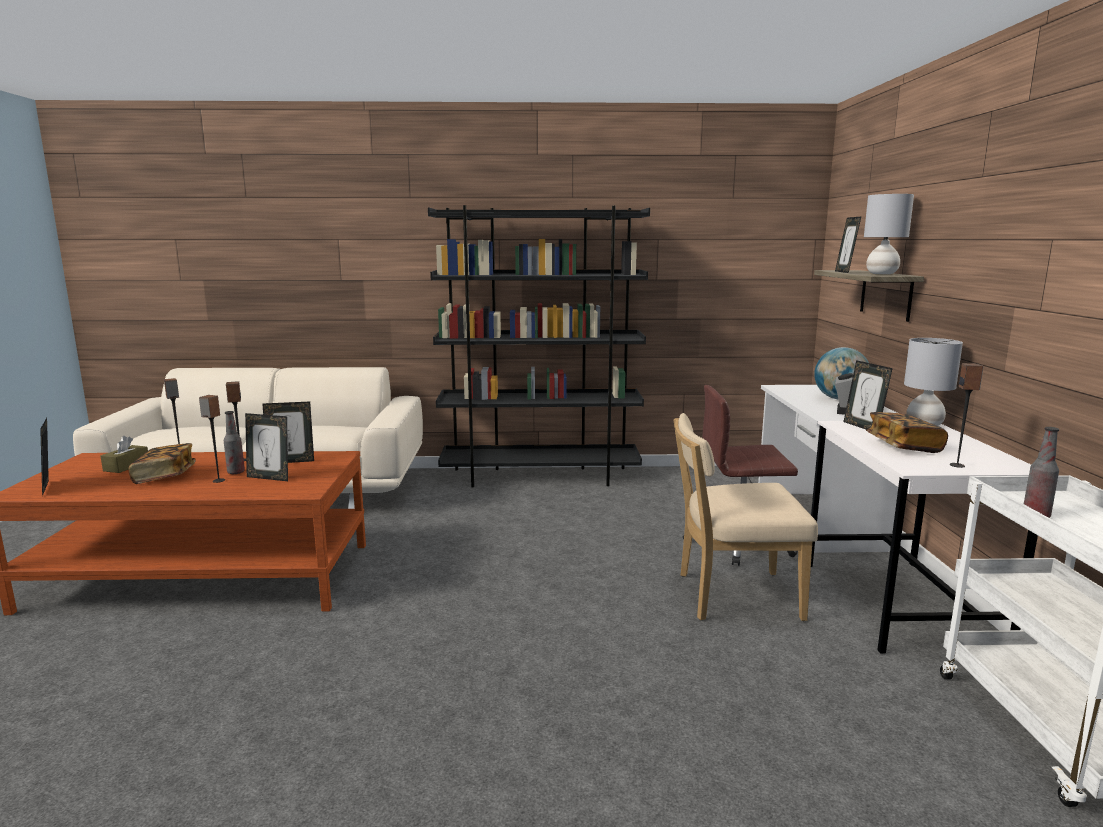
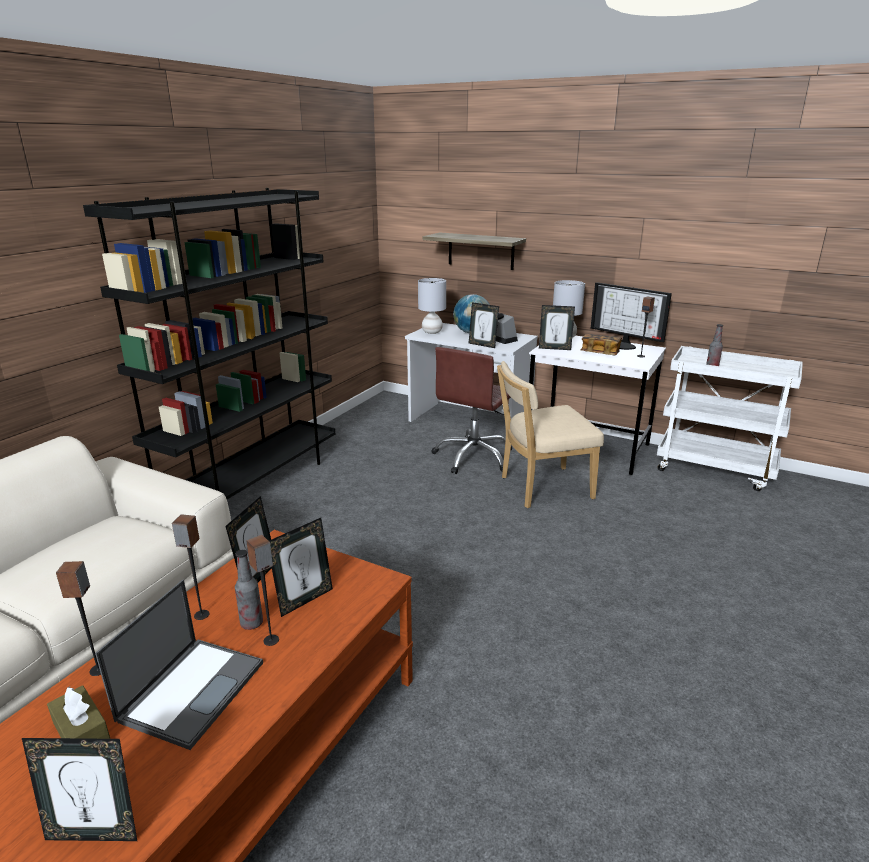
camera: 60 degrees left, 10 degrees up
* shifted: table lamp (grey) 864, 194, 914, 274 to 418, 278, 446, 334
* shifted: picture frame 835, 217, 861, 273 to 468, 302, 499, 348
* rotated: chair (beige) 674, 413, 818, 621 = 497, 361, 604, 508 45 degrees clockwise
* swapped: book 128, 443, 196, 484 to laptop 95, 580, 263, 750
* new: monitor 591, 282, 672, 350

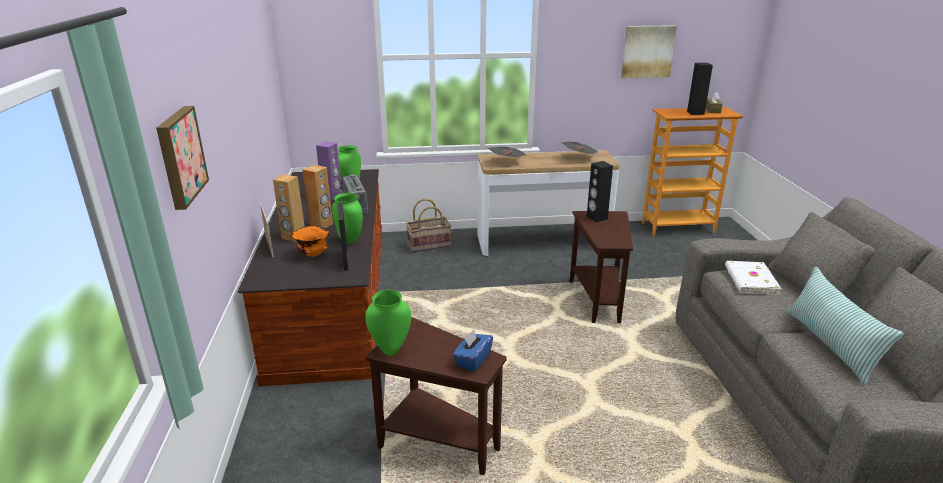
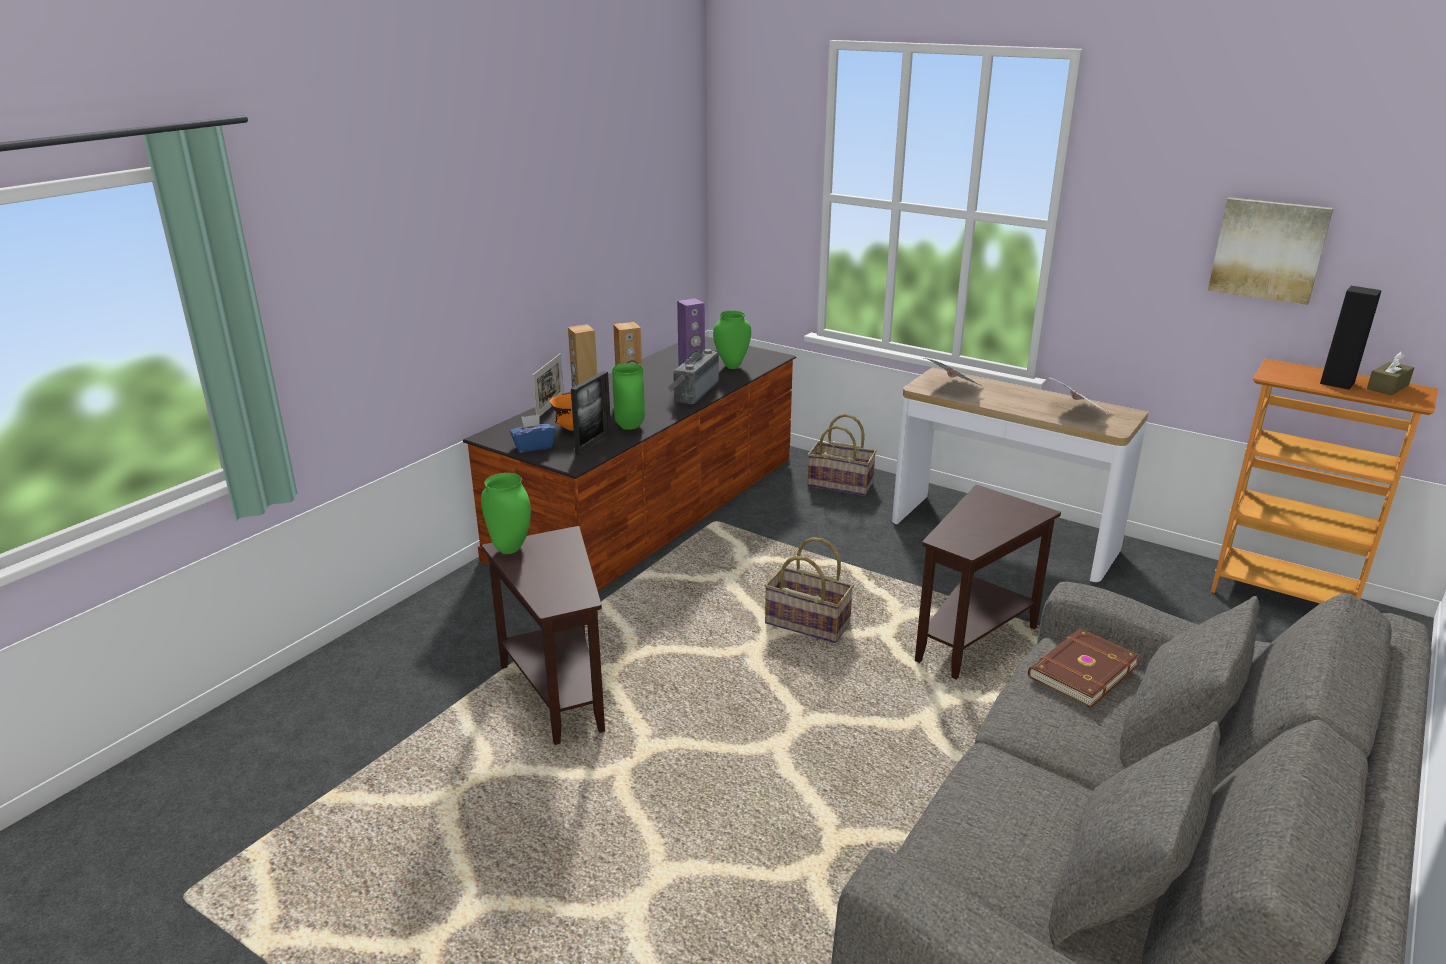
camera: 40 degrees right, 0 degrees up
* gone: picture 156, 106, 209, 210
* gone: speaker (black) 587, 161, 613, 222
* repainted: book (white) 725, 261, 782, 295 to book (brown) 1028, 628, 1140, 708
* gone: pillow 786, 267, 904, 385
* shifted: tissue box (blue) 453, 329, 493, 372 to 510, 414, 555, 453
* new: basket 764, 537, 854, 643

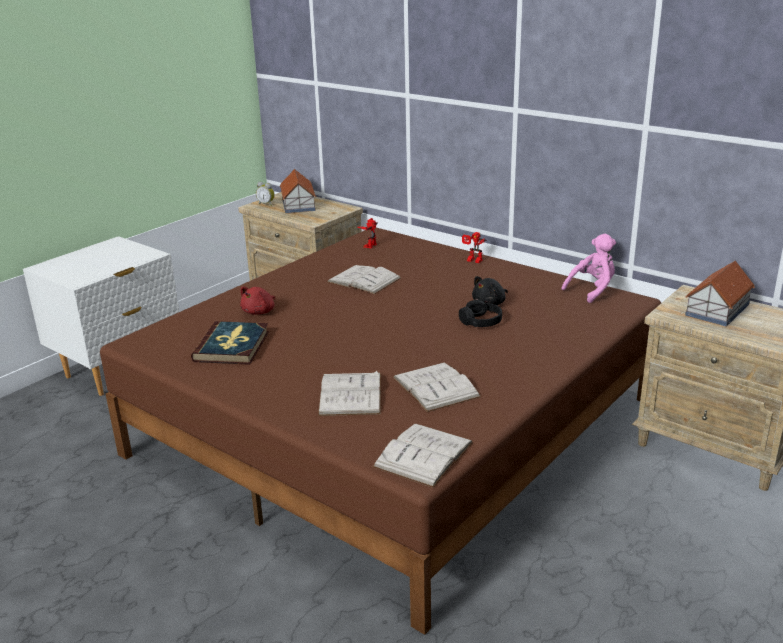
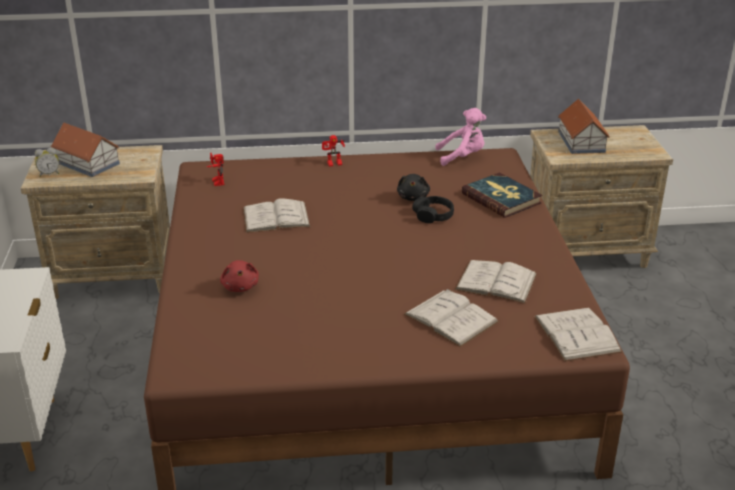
camera: 45 degrees left, 5 degrees up
* rotated: plush toy (pink) 562, 234, 616, 303 = 435, 108, 486, 166 75 degrees clockwise
* shifted: book 191, 321, 269, 365 to 461, 172, 542, 218

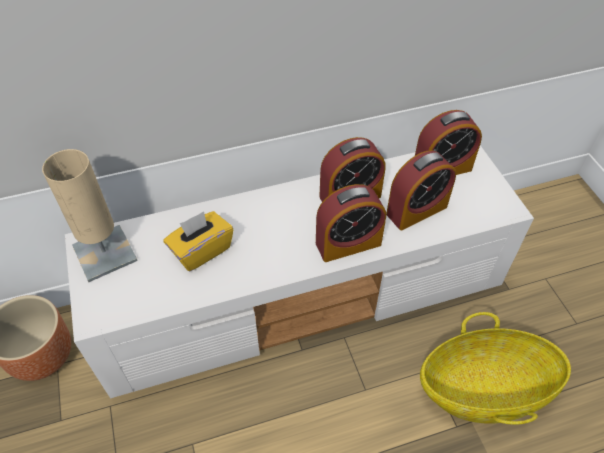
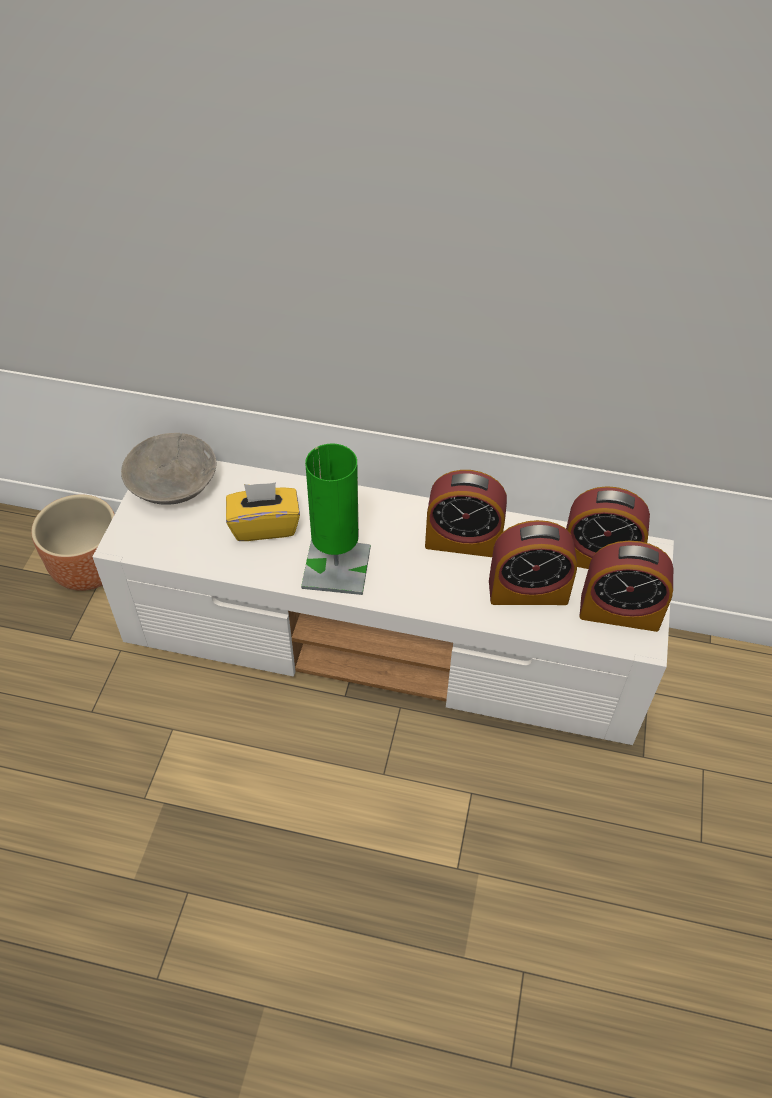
camera: 30 degrees right, 0 degrees up
* swapped: table lamp (beige) 42, 149, 138, 282 to bowl (grey) 121, 433, 216, 505
* shifted: alarm clock 316, 184, 386, 262 to 579, 541, 673, 632
* gone: basket 420, 312, 571, 425
* new: table lamp (green) 301, 444, 371, 595

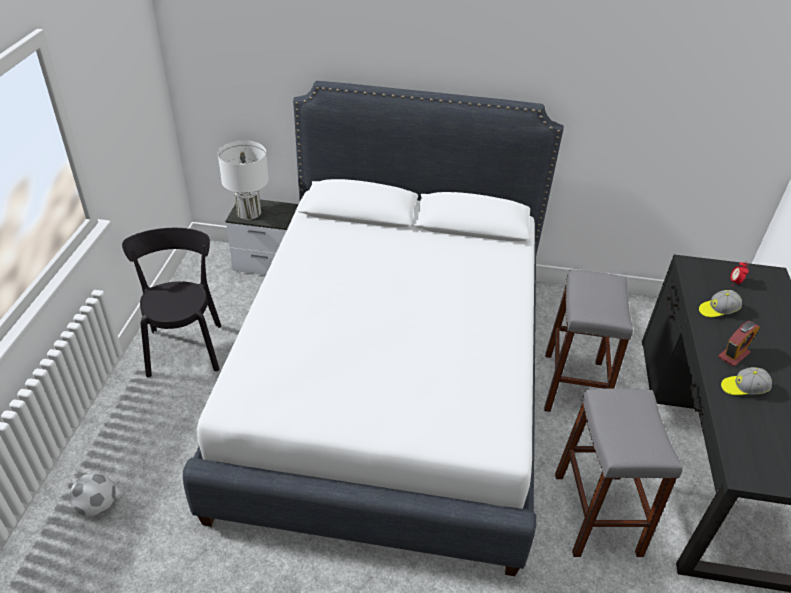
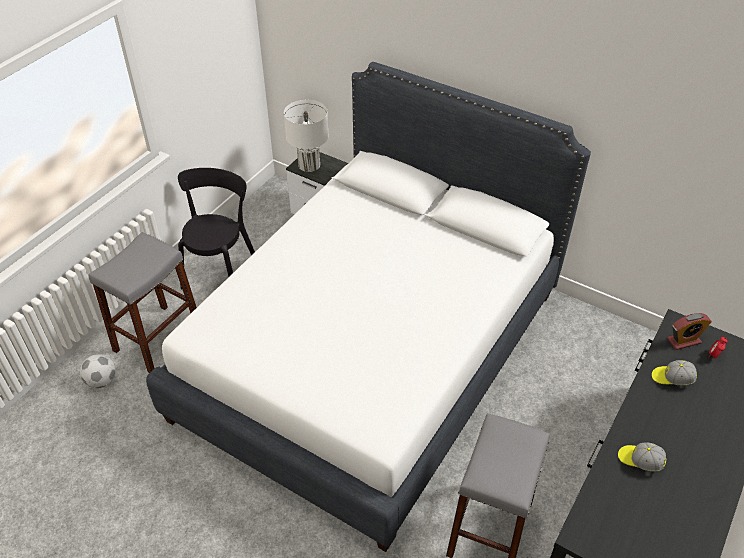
camera: 25 degrees right, 5 degrees up
* shifted: stool (grey) 544, 269, 633, 412 to 88, 232, 197, 373
* shifted: alarm clock 718, 321, 760, 367 to 667, 313, 712, 350

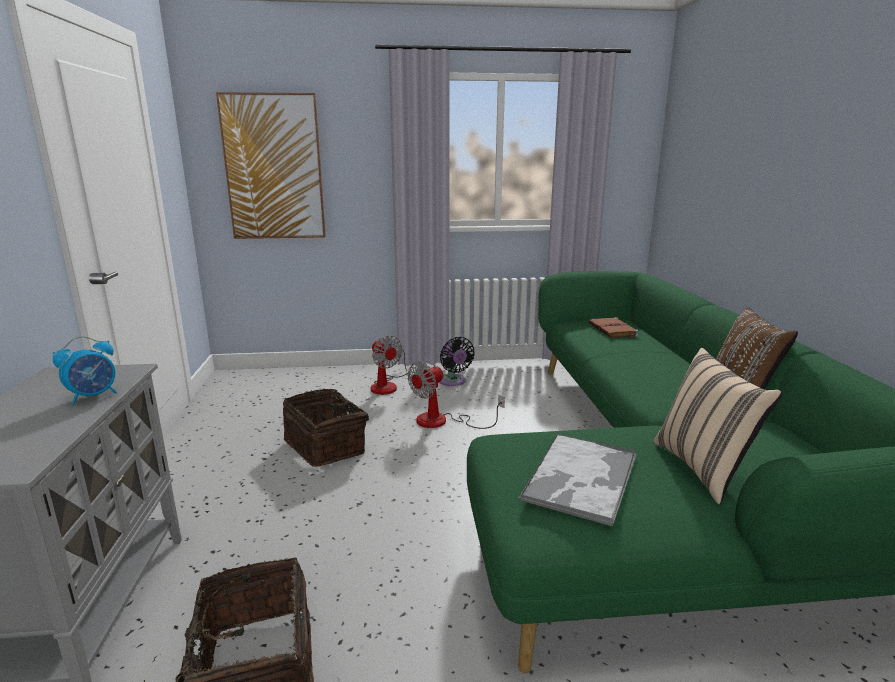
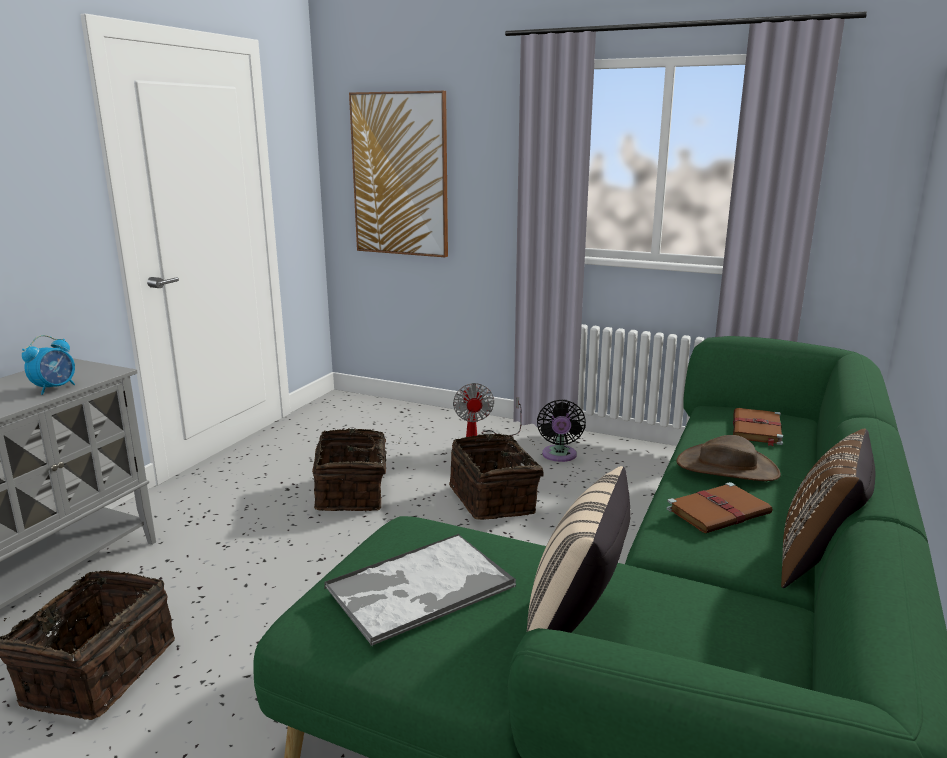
camera: 30 degrees right, 0 degrees up
* rotated: alarm clock 53, 336, 117, 405 = 22, 335, 75, 395 45 degrees counterclockwise
* swapped: fan 407, 361, 505, 429 to basket 449, 434, 544, 520
* new: hat (brown) 676, 435, 781, 481
* new: book (brown) 667, 482, 773, 533

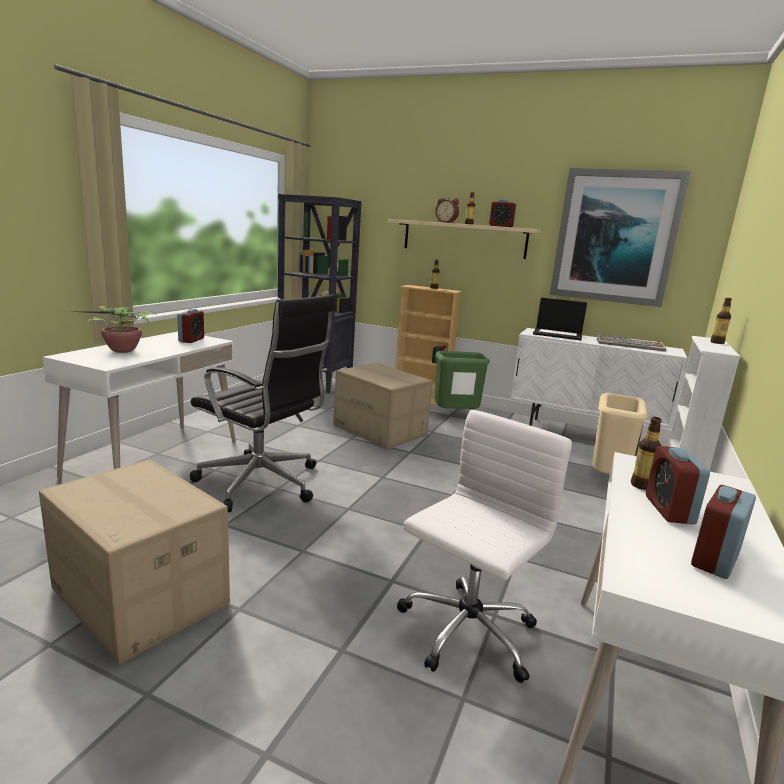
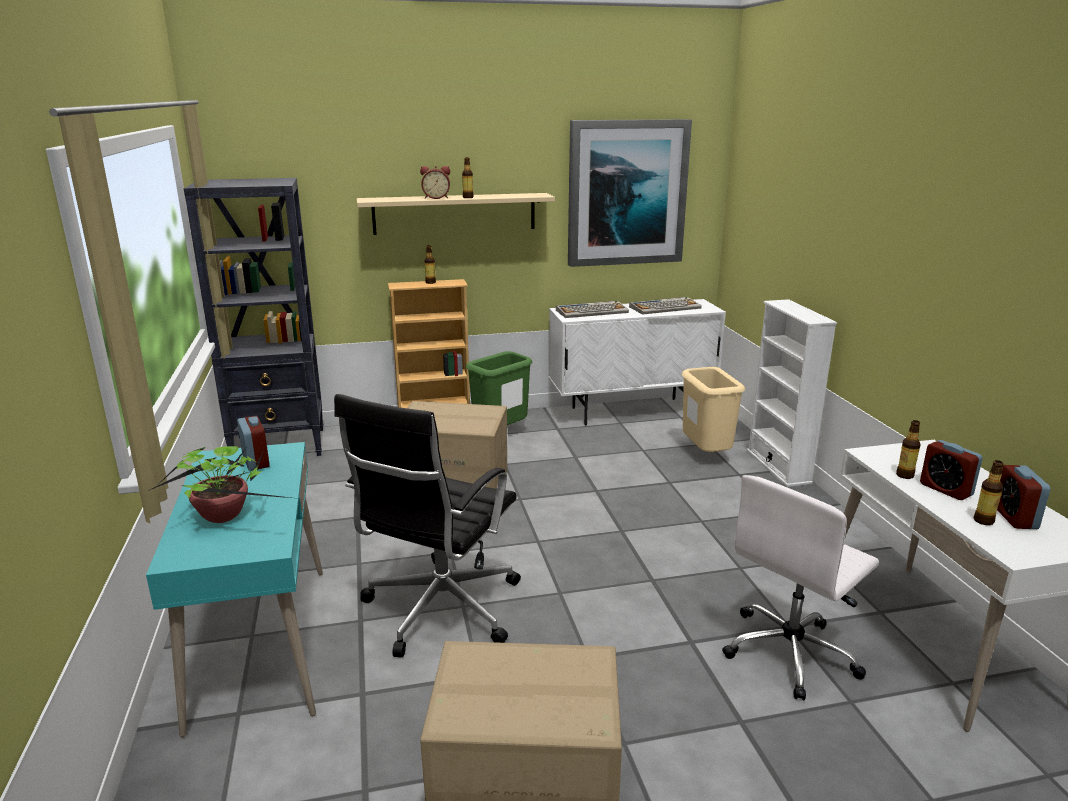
camera: 35 degrees left, 5 degrees up
* gone: alarm clock 489, 199, 516, 227
* rotated: office chair (black) 190, 294, 336, 512 = 334, 394, 521, 657 120 degrees clockwise
* swapped: laptop 533, 297, 587, 341 to keyboard 556, 301, 629, 318
* shifted: bottle 711, 298, 732, 344 to 974, 460, 1004, 525
* repainted: desk (white) 43, 332, 236, 479 to desk (turquoise) 146, 442, 323, 738
* rotated: office chair (white) 397, 410, 572, 683 = 722, 475, 879, 700 135 degrees counterclockwise

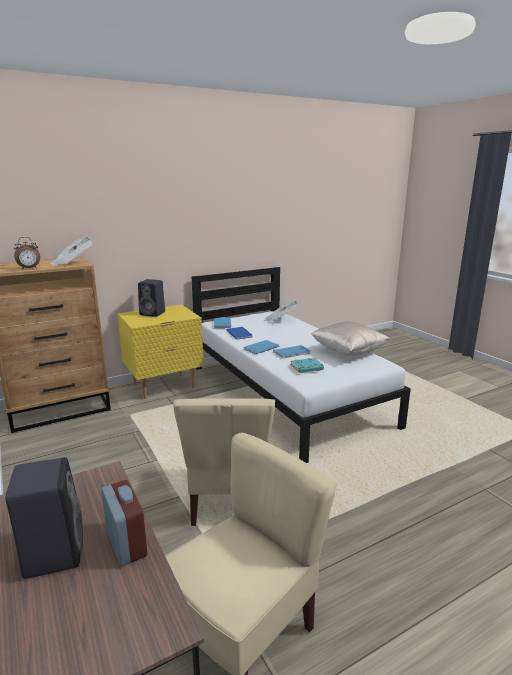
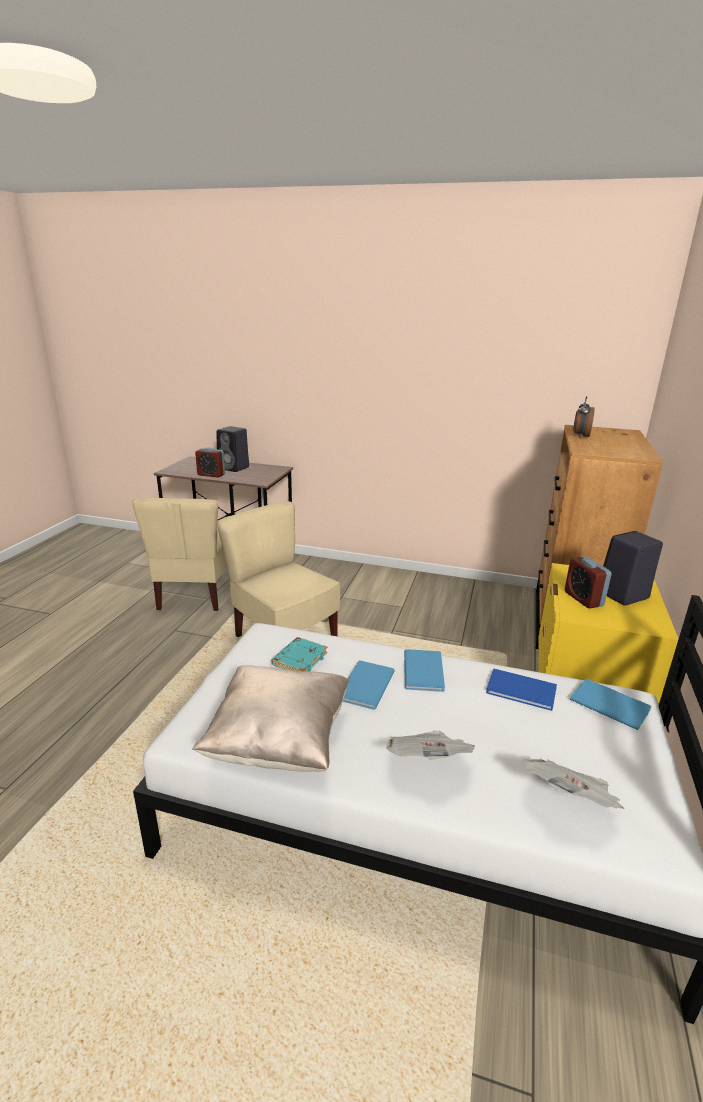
camera: 135 degrees right, 5 degrees up
* shifted: newspaper 50, 237, 93, 265 to 386, 731, 475, 760
* new: alarm clock 565, 556, 612, 608

